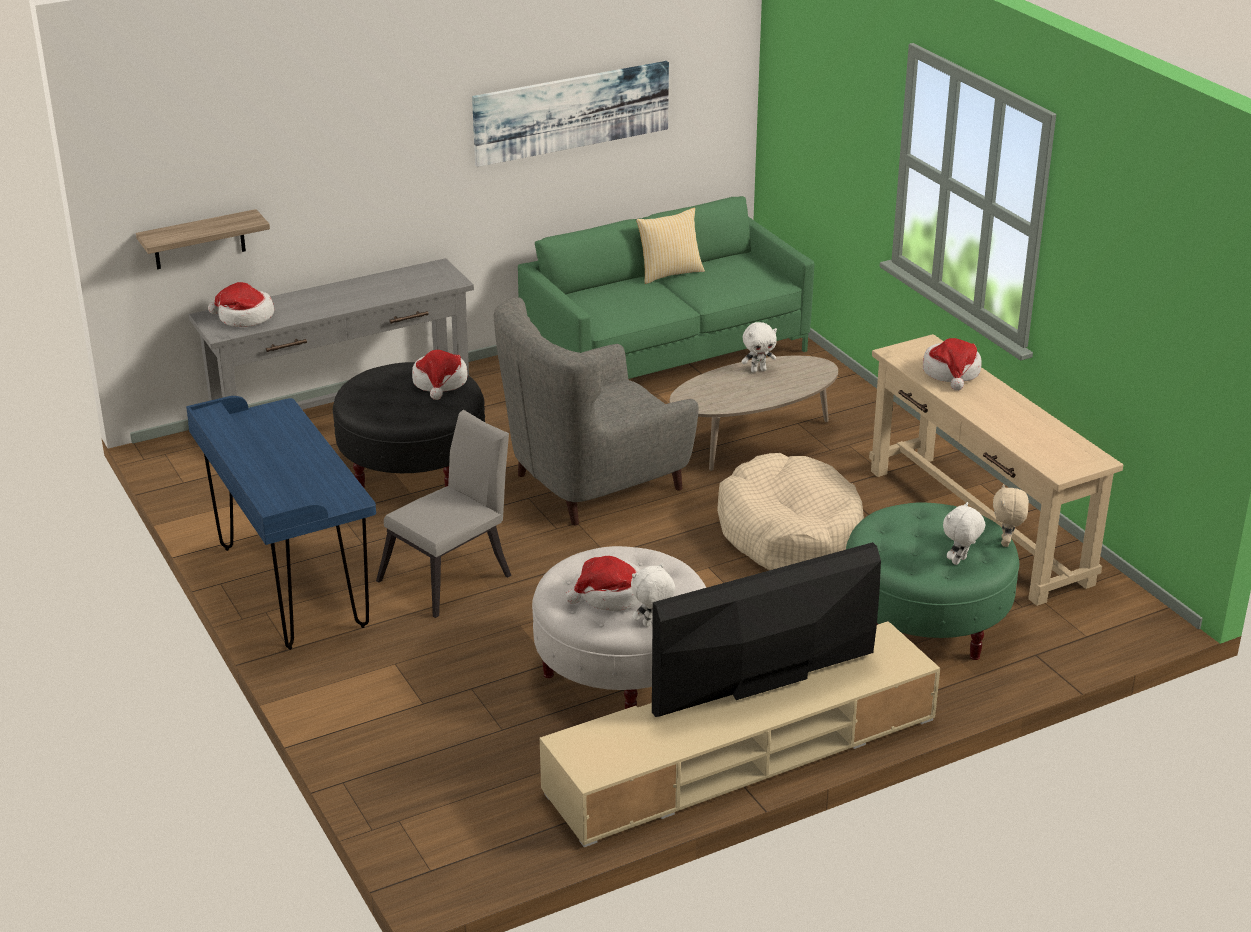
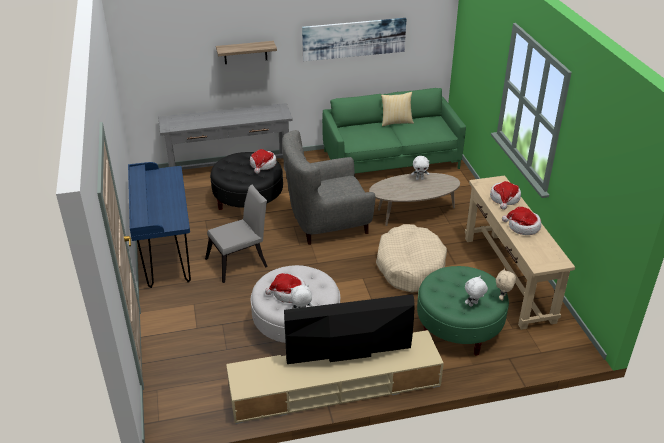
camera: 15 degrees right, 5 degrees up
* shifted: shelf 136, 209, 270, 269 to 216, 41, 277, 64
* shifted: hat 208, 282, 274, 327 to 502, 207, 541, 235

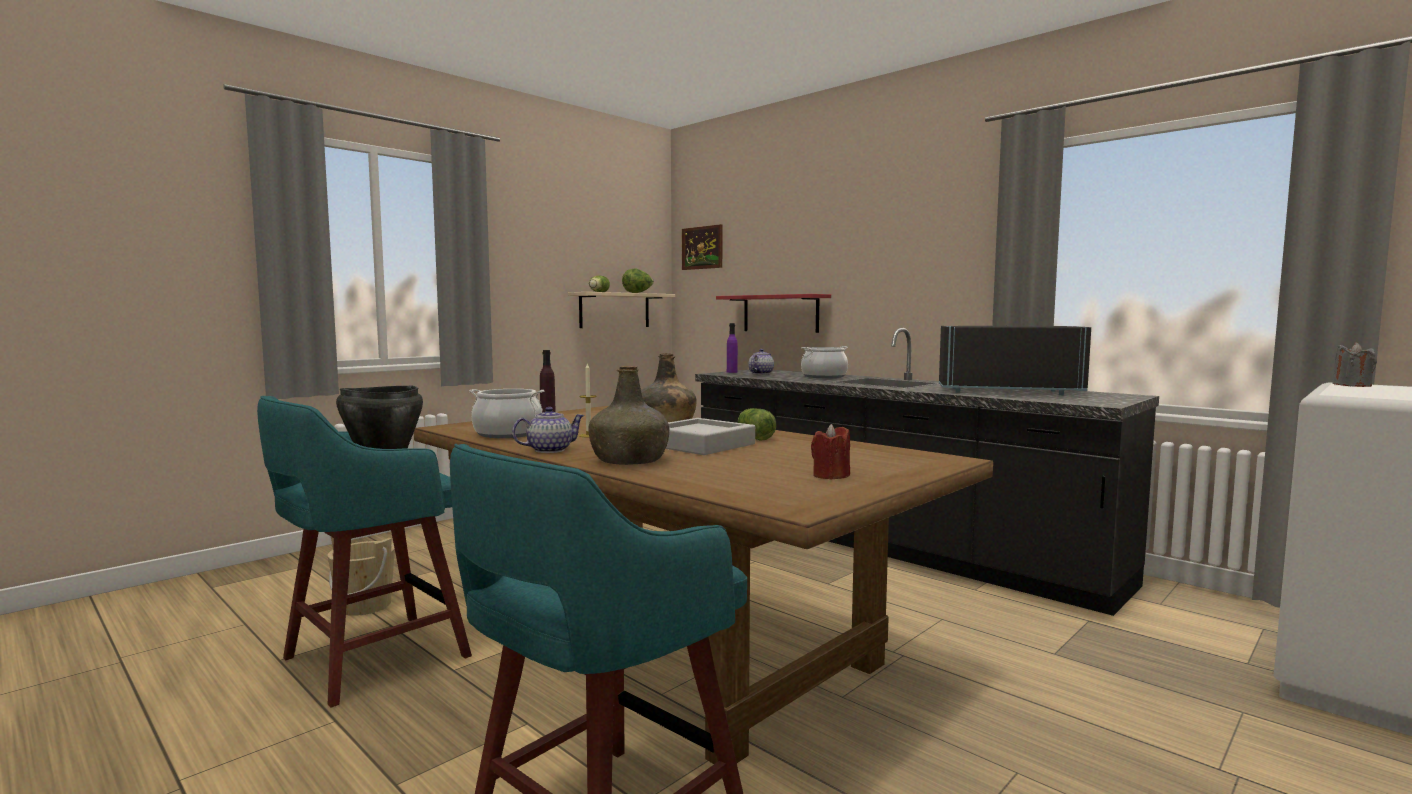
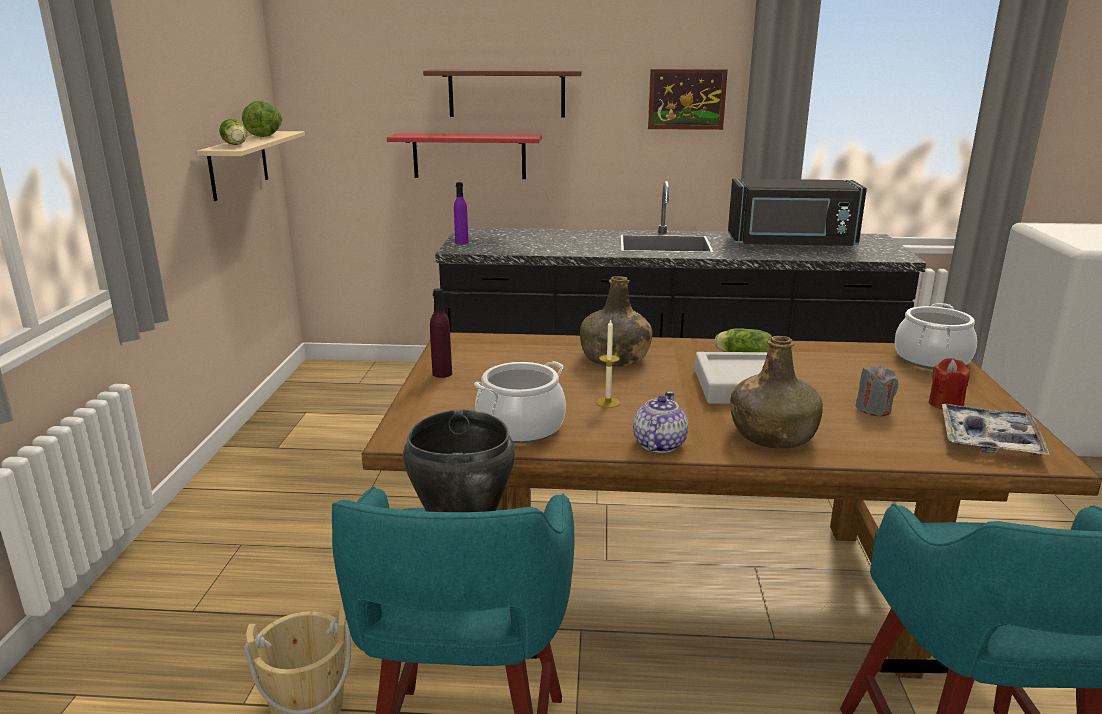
camera: 40 degrees left, 15 degrees up
* shifted: picture 682, 224, 722, 270 to 648, 69, 728, 130
* rotated: microwave (black) 939, 326, 1091, 395 = 728, 179, 867, 248 150 degrees counterclockwise
* shifted: candle (grey) 1332, 342, 1377, 387 to 855, 365, 898, 416
* shifted: cooking pot 801, 346, 848, 378 to 895, 303, 977, 370
* gone: teapot 749, 349, 774, 374
* new: shelf (brown) 423, 69, 582, 117
* new: tray 942, 404, 1050, 455

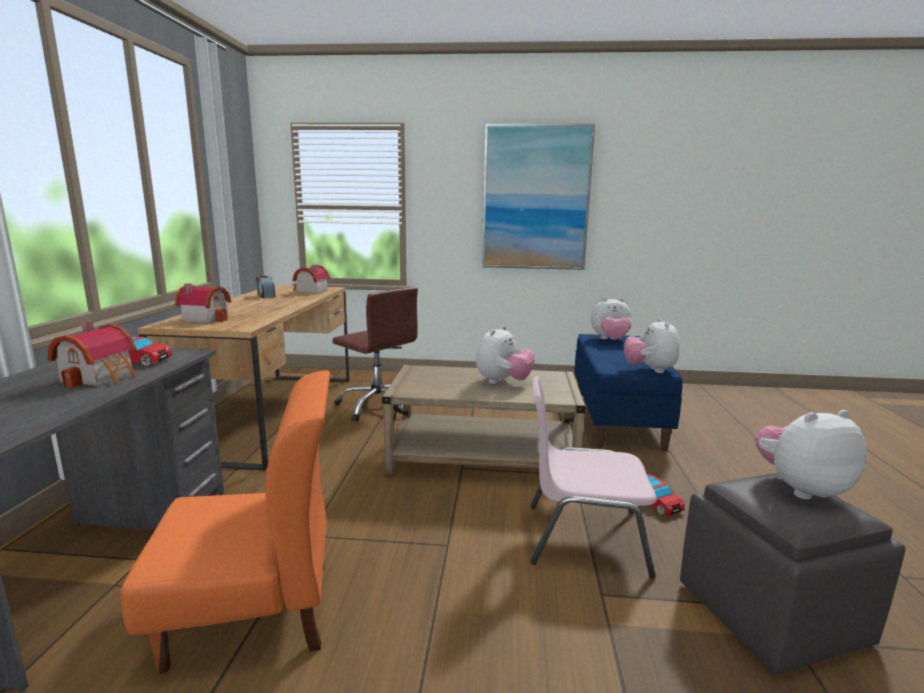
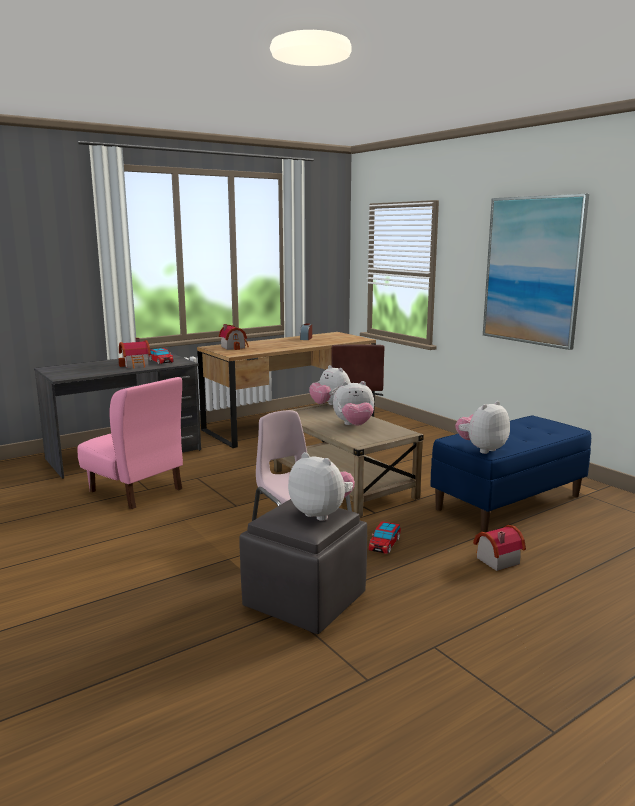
camera: 50 degrees right, 0 degrees up
* shifted: toy house 293, 265, 330, 294 to 473, 525, 526, 571
* shifted: plush toy 591, 298, 632, 340 to 309, 365, 351, 405
* repainted: chair (orange) 121, 371, 330, 674 to chair (pink) 78, 377, 183, 509

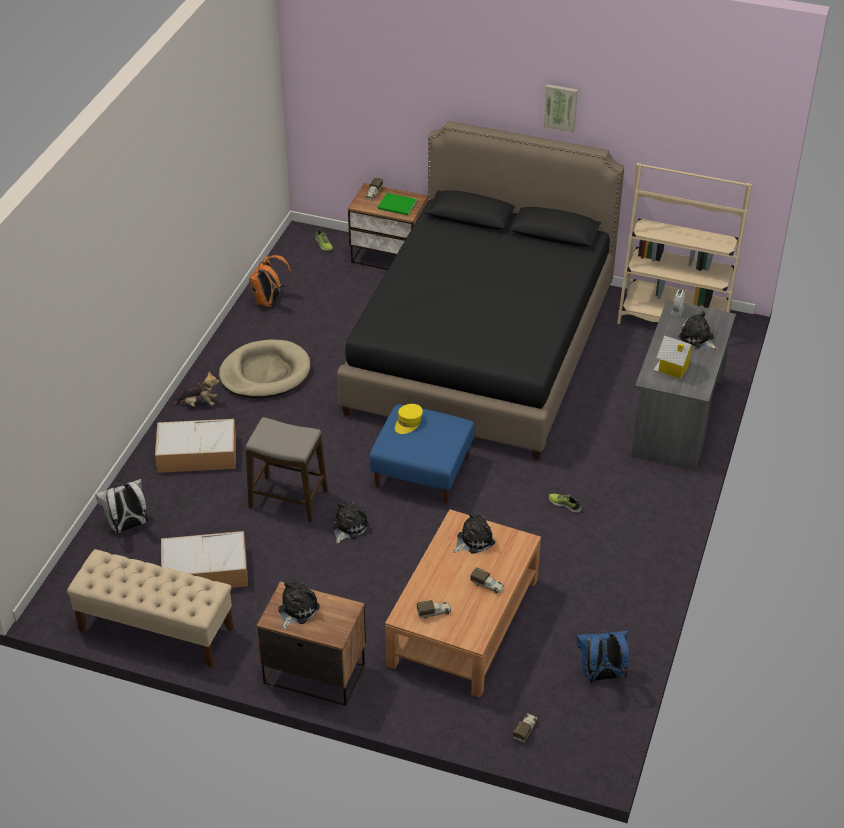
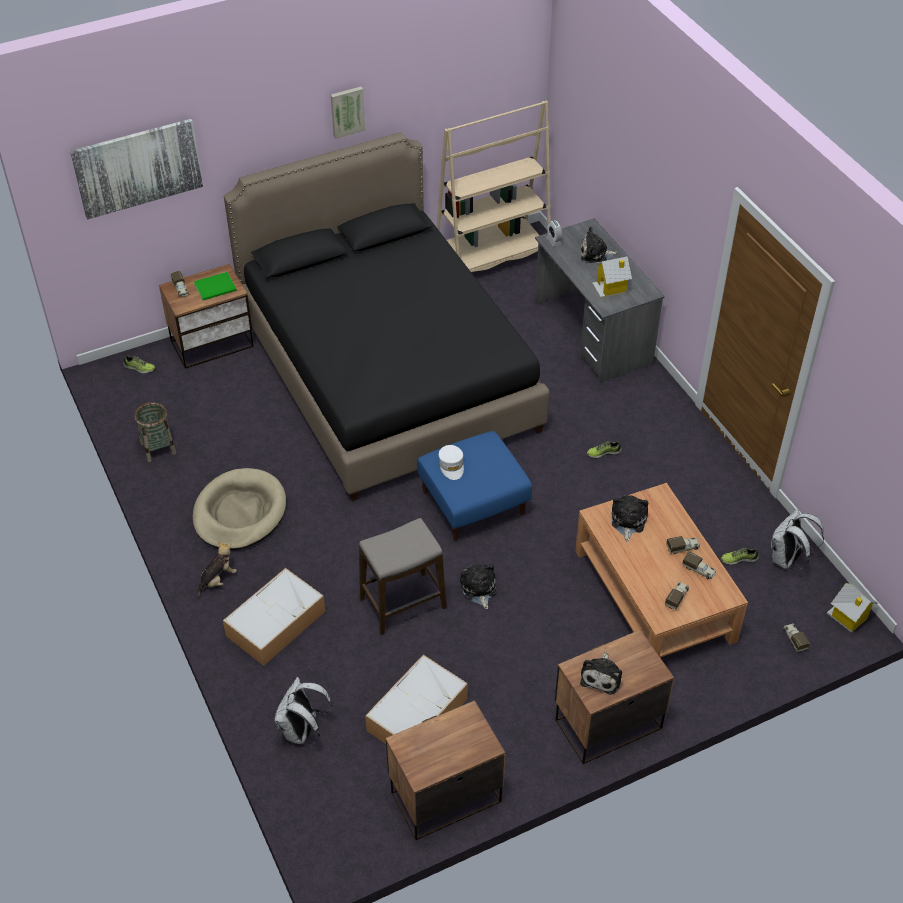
camera: 45 degrees left, 5 degrees up
* swapped: backpack (orange) 249, 255, 293, 307 to basket 134, 402, 176, 462
* repainted: cap (yellow) 395, 404, 423, 434 to cap (white) 439, 445, 464, 480
* swapped: bench (beige) 67, 549, 233, 667 to nightstand 385, 700, 505, 840
* rotated: plush toy 278, 582, 320, 630 = 580, 652, 622, 695 150 degrees counterclockwise
* repainted: backpack (blue) 577, 631, 630, 684 to backpack (white) 771, 508, 824, 570
* new: picture 70, 119, 203, 220
* new: shoe 721, 548, 758, 565
* new: toy truck 682, 552, 716, 579
* new: toy house 827, 583, 878, 633

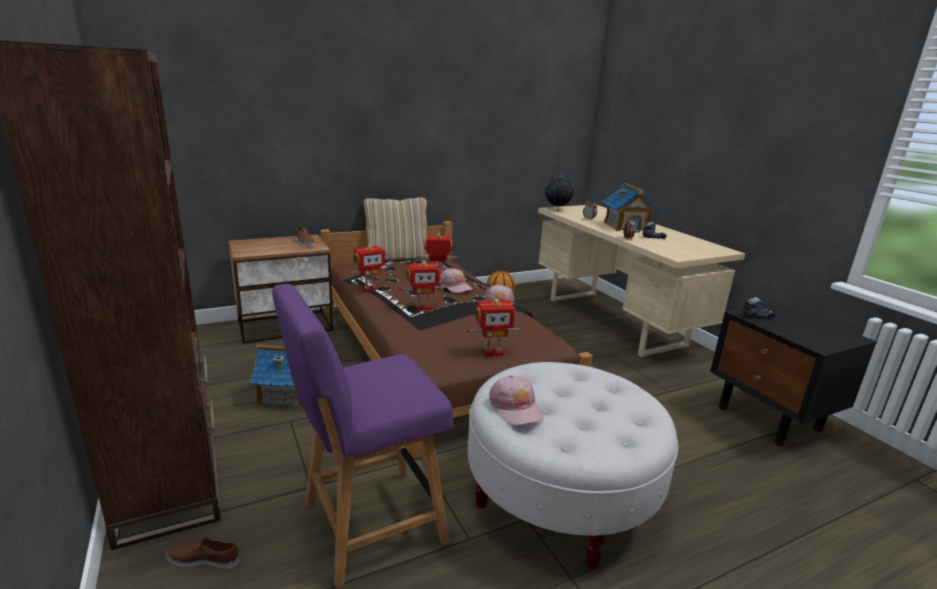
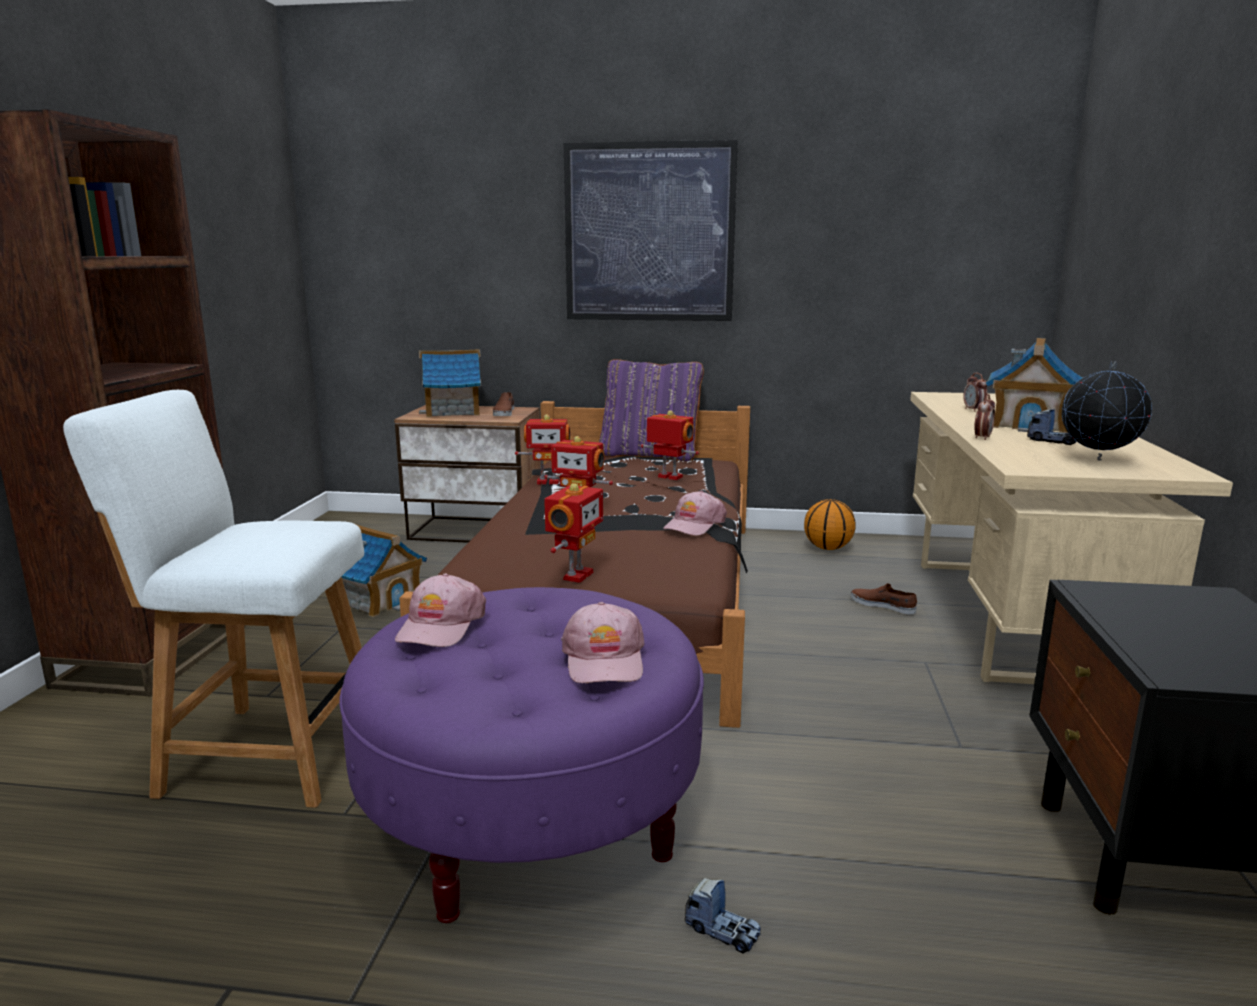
camera: 35 degrees right, 5 degrees down
* shifted: globe 545, 173, 574, 210 to 1062, 361, 1152, 461
* repainted: pillow (beige) 363, 197, 429, 261 to pillow (purple) 599, 359, 704, 462
* shifted: cap (pink) 439, 268, 473, 293 to 561, 602, 645, 683
* repainted: chair (purple) 272, 284, 453, 587 to chair (white) 63, 390, 364, 808
* shifted: toy truck 743, 297, 775, 319 to 685, 878, 761, 954
* rotated: toy robot 467, 299, 521, 356 = 544, 483, 603, 583 90 degrees counterclockwise
* repainted: ottoman (white) 468, 362, 678, 569 to ottoman (purple) 339, 587, 704, 923
* shifted: shoe (brown) 166, 537, 239, 569 to 851, 583, 917, 614
* new: picture 564, 140, 738, 321
* new: toy house 419, 349, 481, 417

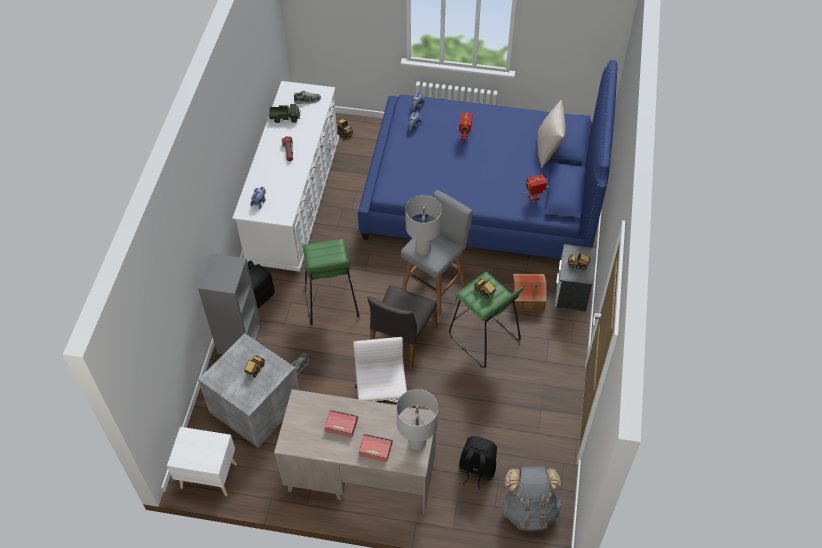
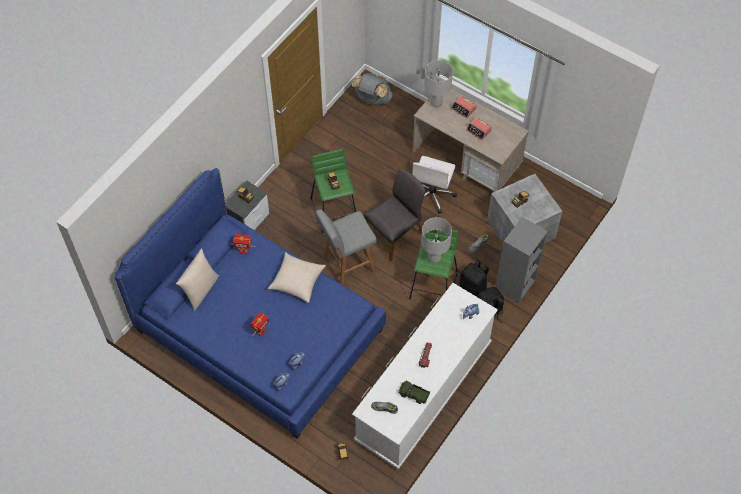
camera: 155 degrees left, 5 degrees up
* shifted: table lamp (grey) 405, 195, 442, 255 to 421, 217, 452, 263
* gone: toy house 512, 274, 546, 311
* gone: nightstand (white) 167, 427, 237, 496
* shifted: backpack (black) 459, 436, 497, 490 to 459, 259, 489, 297
* new: pillow (beige) 268, 252, 326, 303

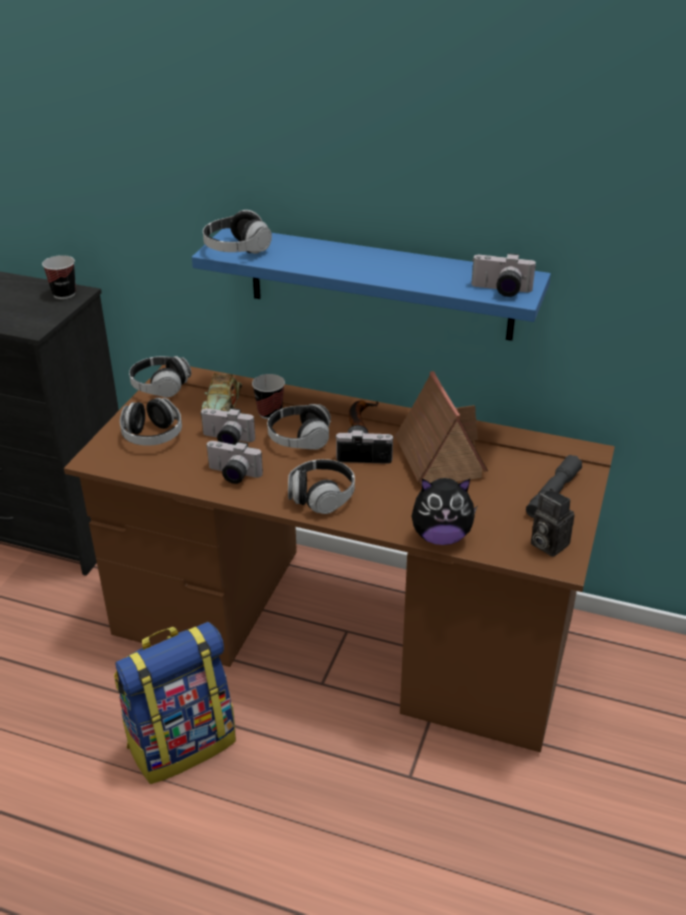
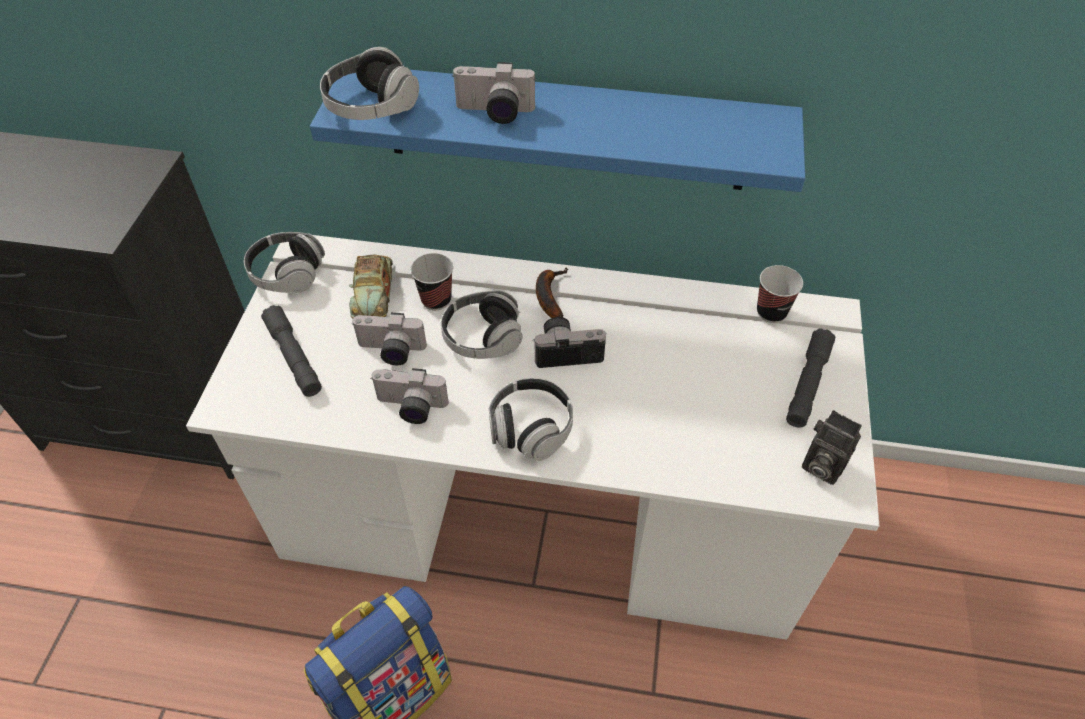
camera: 10 degrees left, 15 degrees up
* shifted: photo camera 471, 253, 537, 297 to 452, 62, 536, 124
* shifted: cup 42, 255, 76, 299 to 757, 265, 803, 323
* repainted: desk (brown) 64, 365, 615, 752 to desk (white) 186, 235, 879, 640
* gone: toy house 395, 371, 488, 487
* swapped: headphones 120, 398, 182, 446 to flashlight (grey) 261, 305, 322, 397
* gone: plush toy 411, 478, 477, 545

